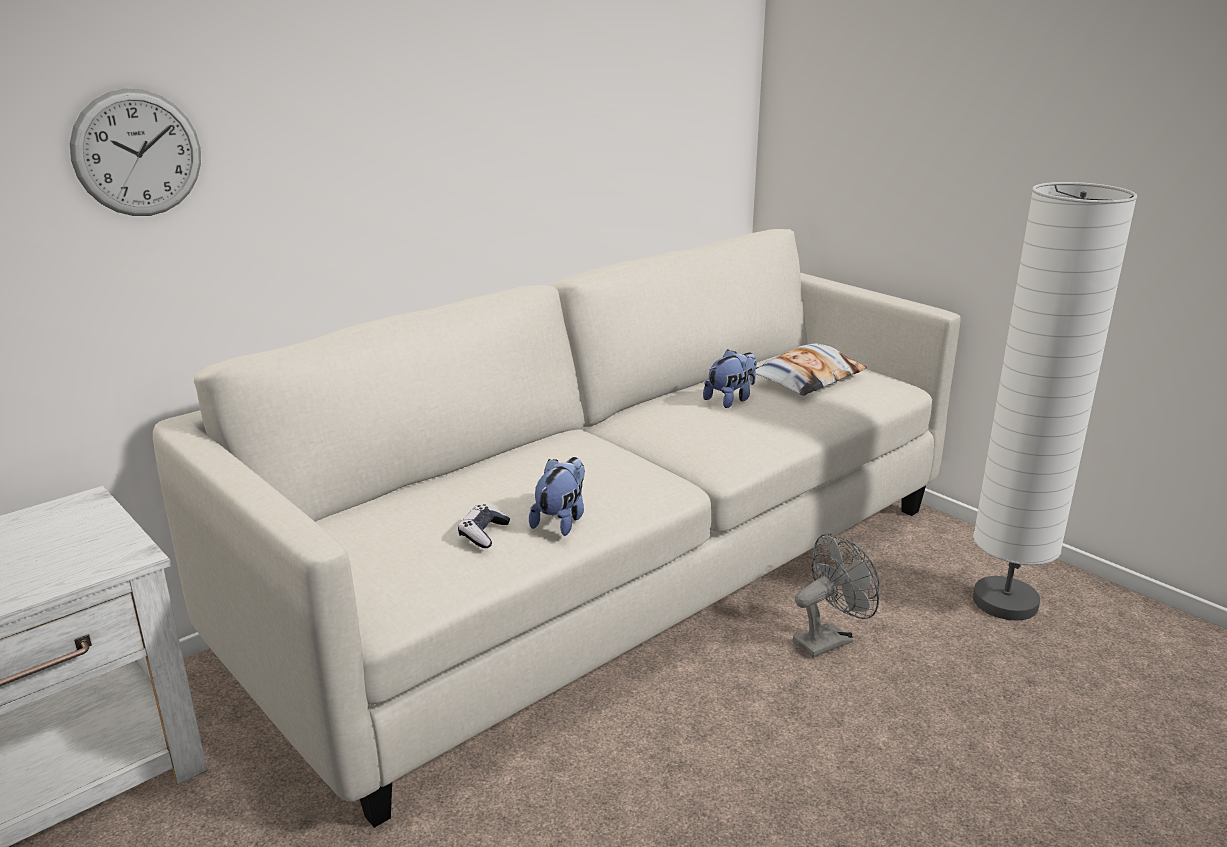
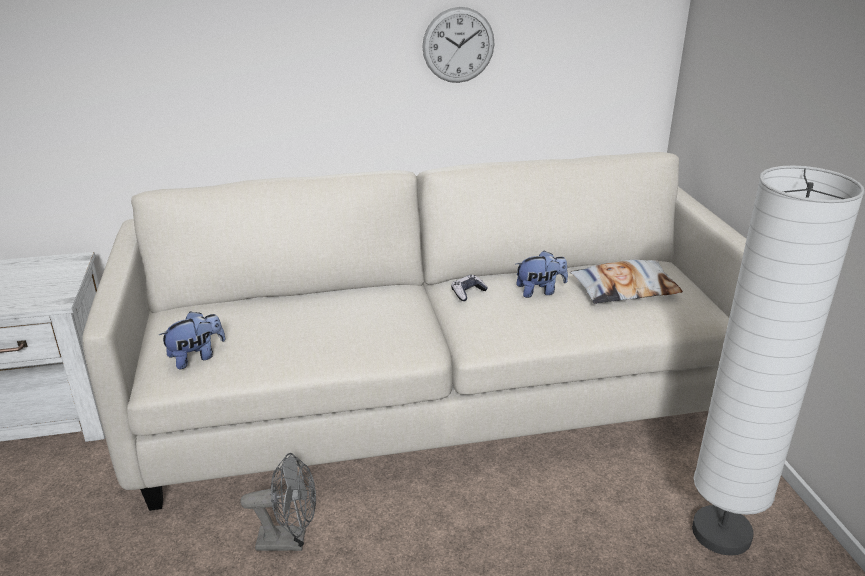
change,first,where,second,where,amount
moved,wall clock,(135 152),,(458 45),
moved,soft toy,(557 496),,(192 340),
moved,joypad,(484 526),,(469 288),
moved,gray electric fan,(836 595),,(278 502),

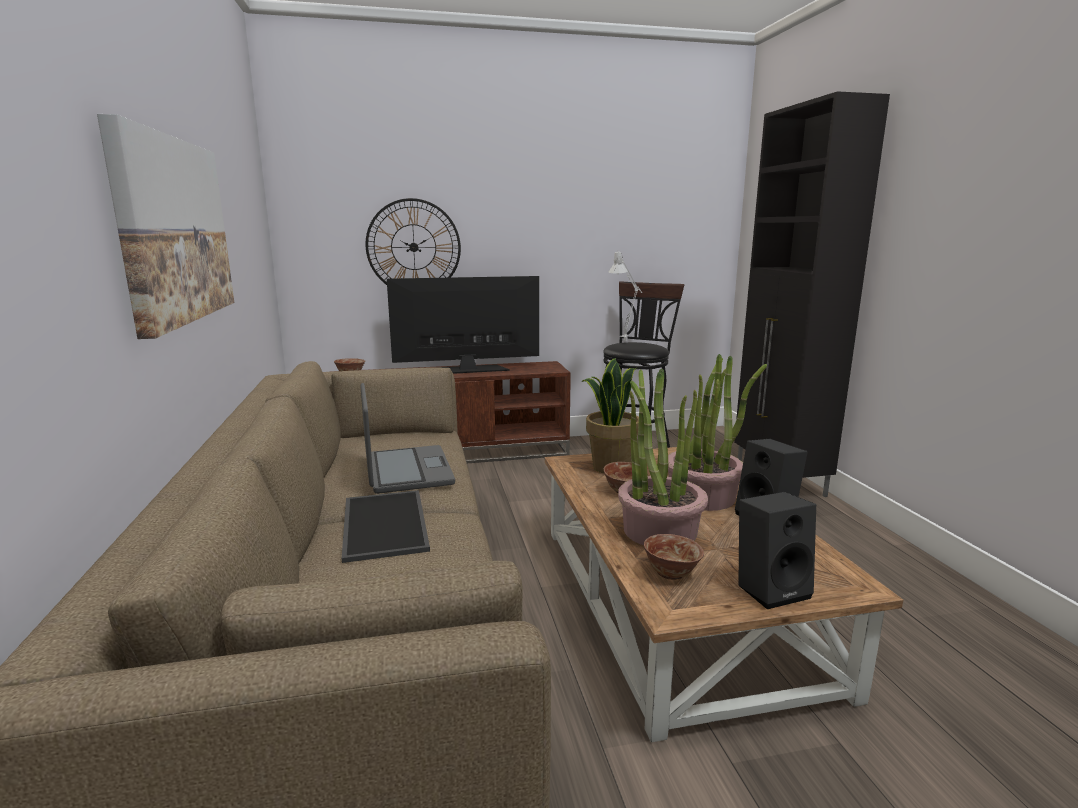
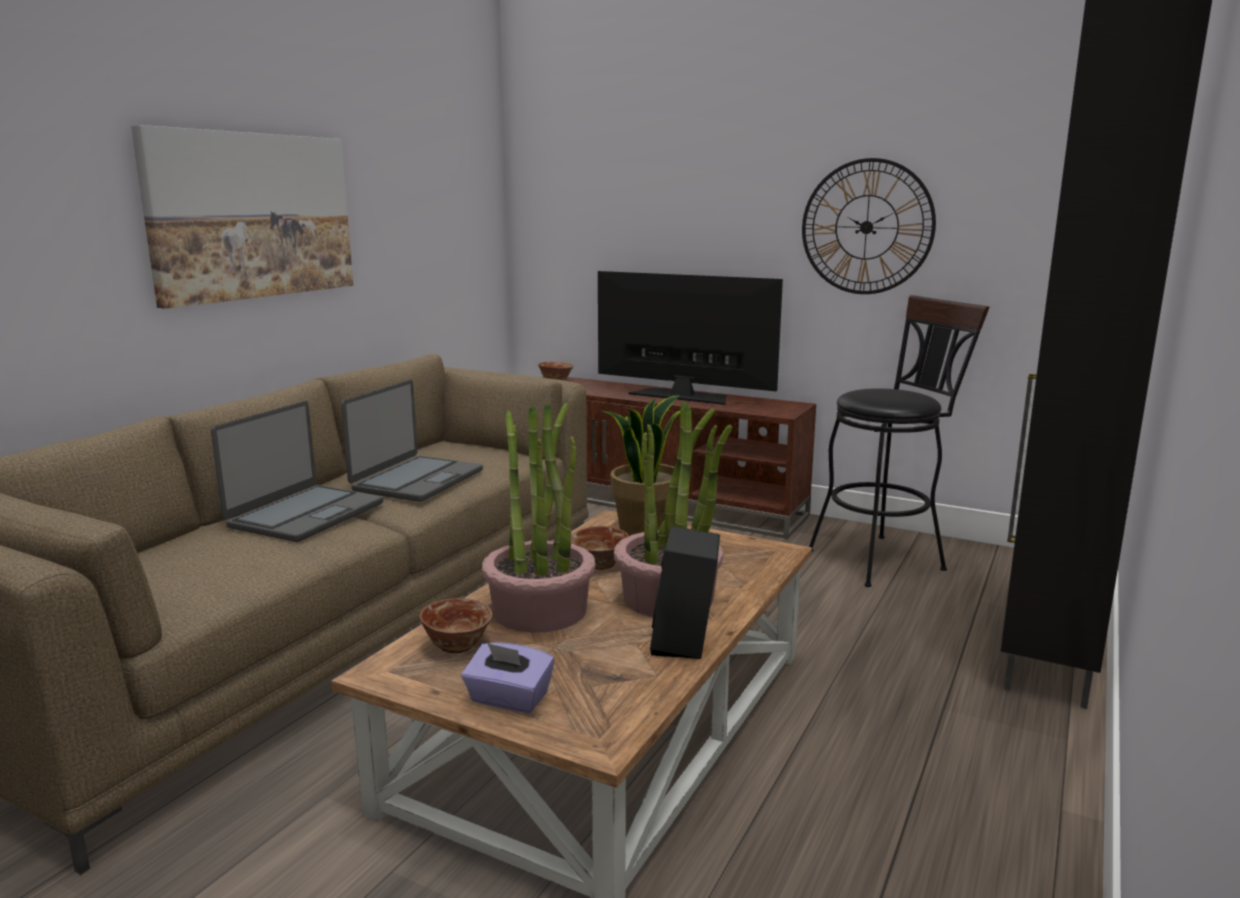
change,first,where,second,where,amount
moved,wall clock,(413 241),,(869 226),
removed,gray lamp for a table,(625 296),,,
replaced,tray,(386 526),laptop,(297 471),
replaced,blackish audio speaker,(777 550),purple box of tissues,(508 677),

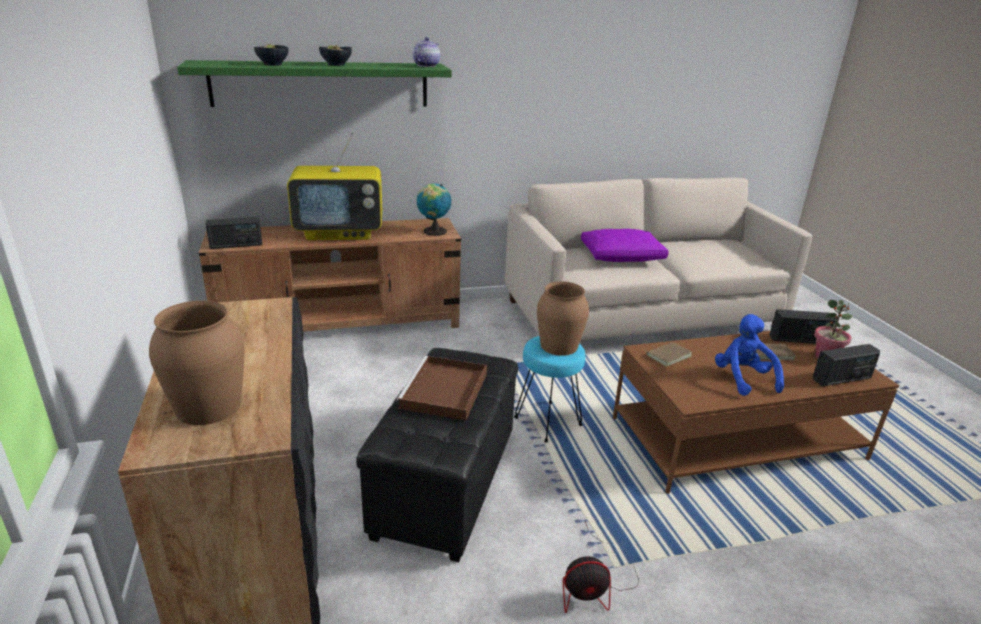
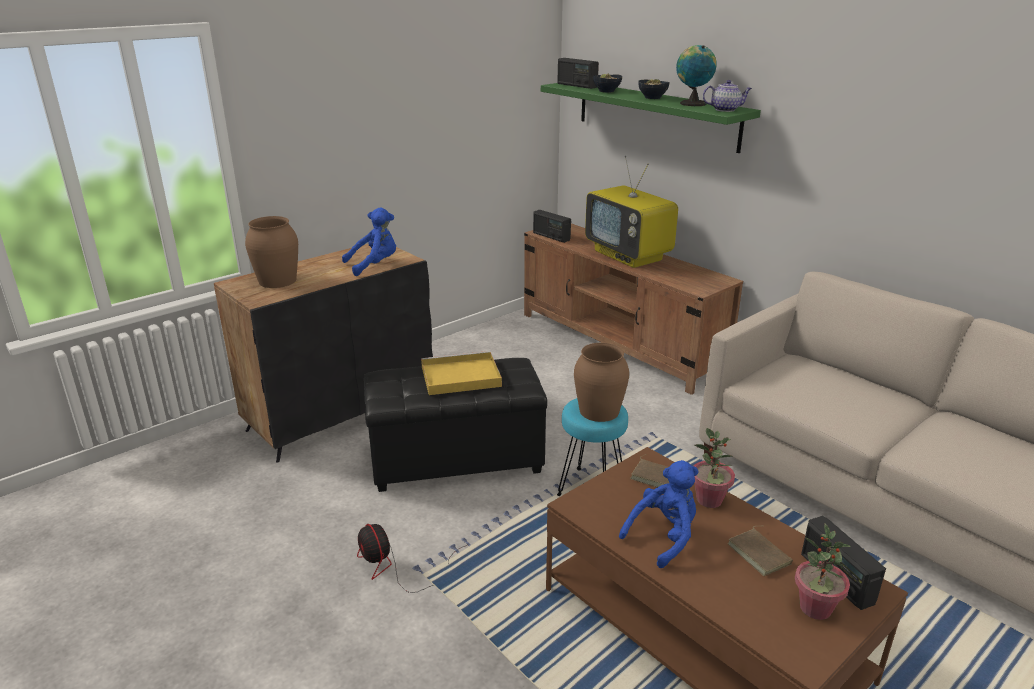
change,first,where,second,where,amount
moved,globe,(434 209),,(696 75),
removed,purple pillow,(625 245),,,
moved,radio receiver,(846 365),,(578 73),
recoloured,brown tray,(441 388),yellow-coloured tray,(461 373),
added,,,blue-coloured soft toy,(369 241),
added,,,potted plant,(714 468),

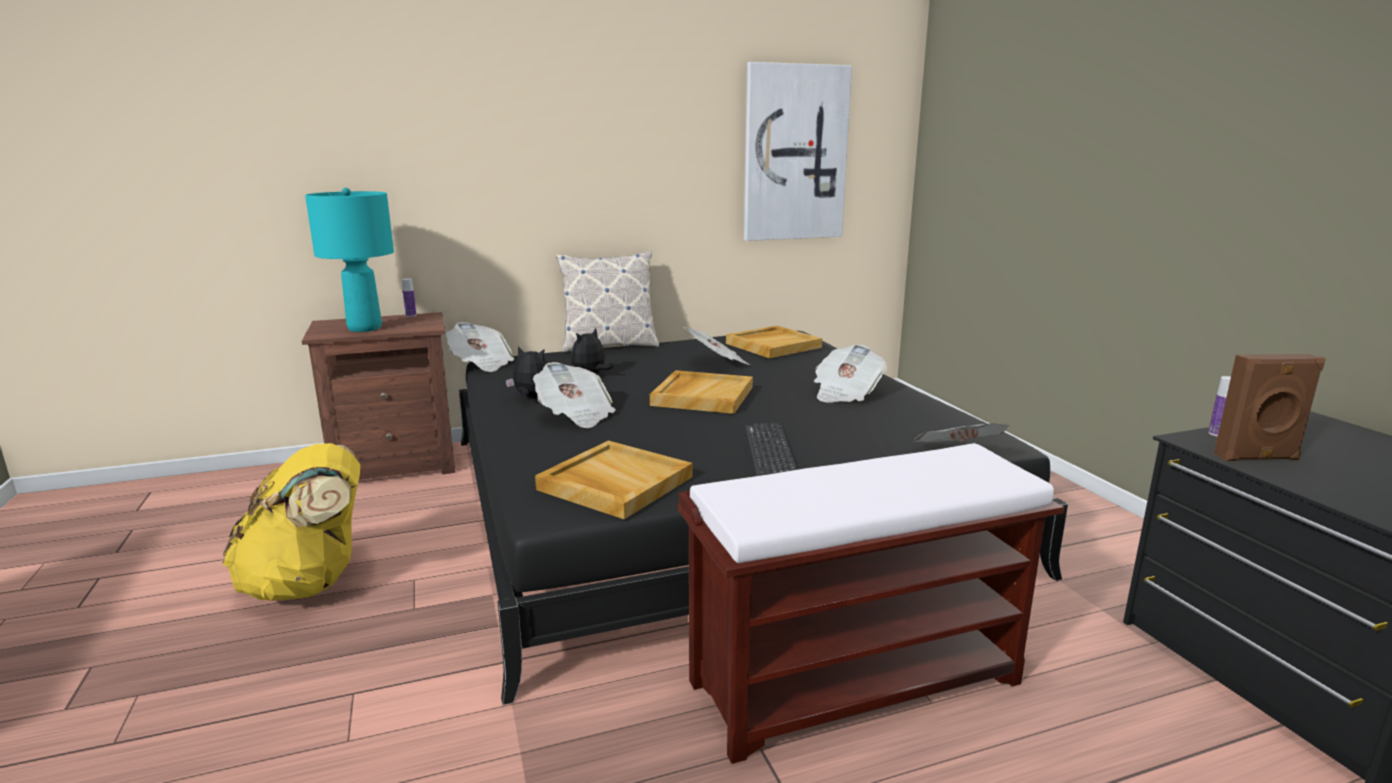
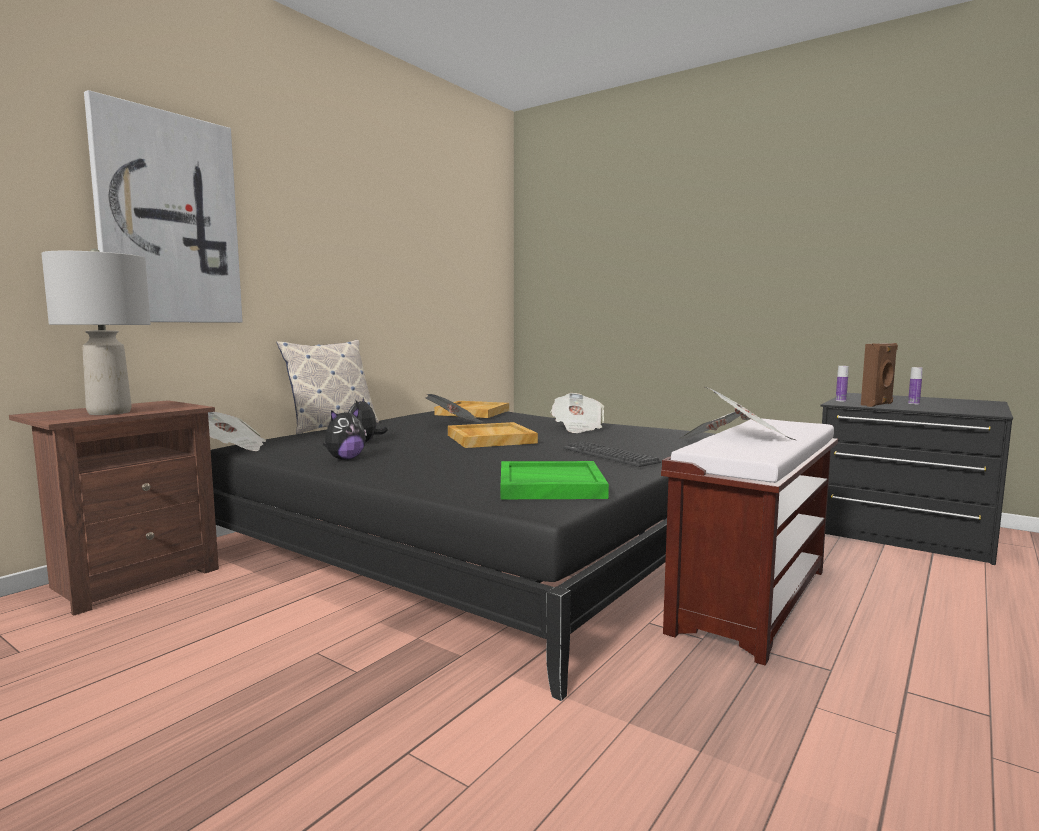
change,first,where,second,where,amount
moved,wall art,(798 151),,(163 206),
recoloured,blue-green lamp for a table,(349 260),gray lamp for a table,(96 332),
moved,bottle,(409 297),,(915 386),
turned,soft toy,(526 372),,(344 433),150 degrees clockwise
moved,newspaper,(574 395),,(750 413),
recoloured,sand-coloured tray,(614 480),green tray,(555 480),
removed,yellow-coloured knapsack,(291 522),,,

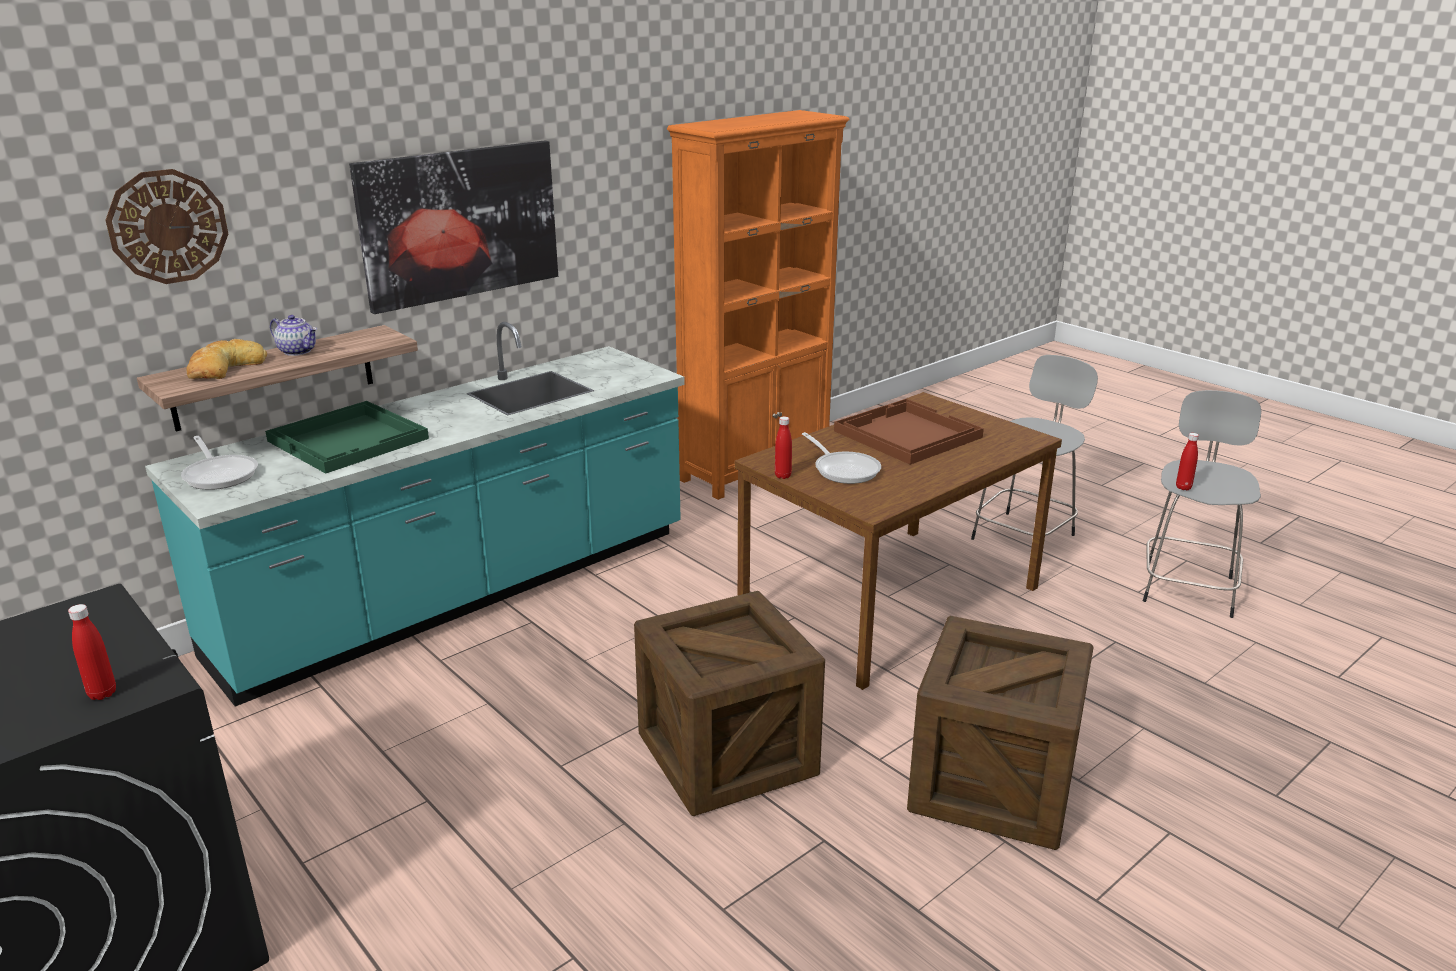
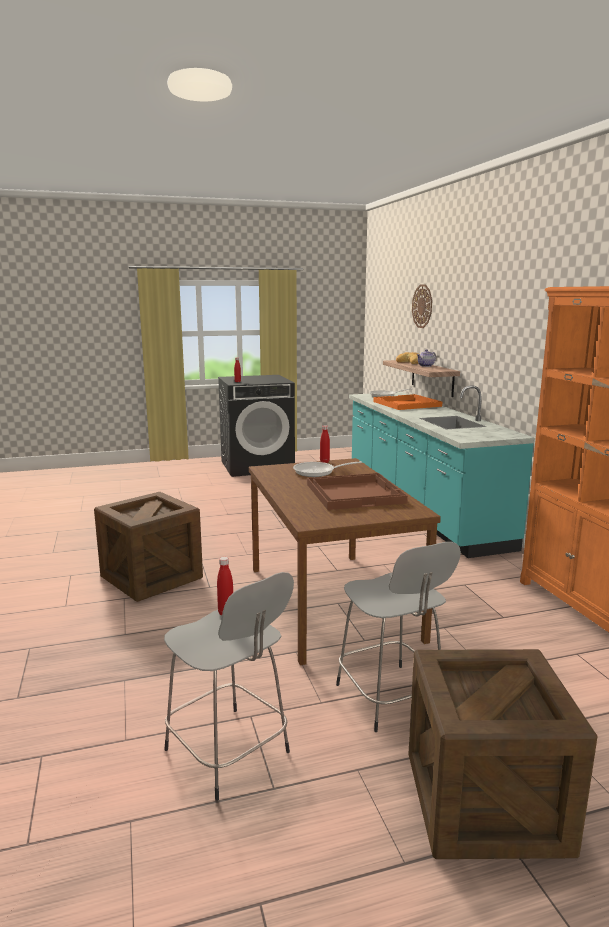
change,first,where,second,where,amount
removed,wall art,(453 227),,,
recoloured,green tray,(347 437),orange tray,(408 402),
moved,packing crate,(729 703),,(503 754),

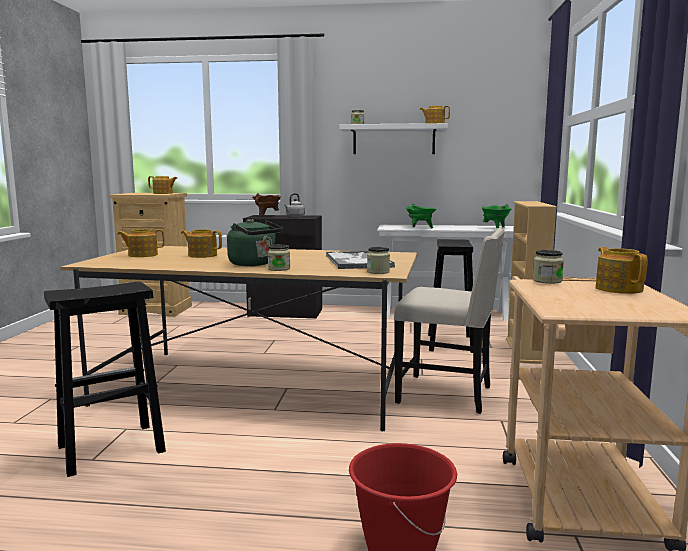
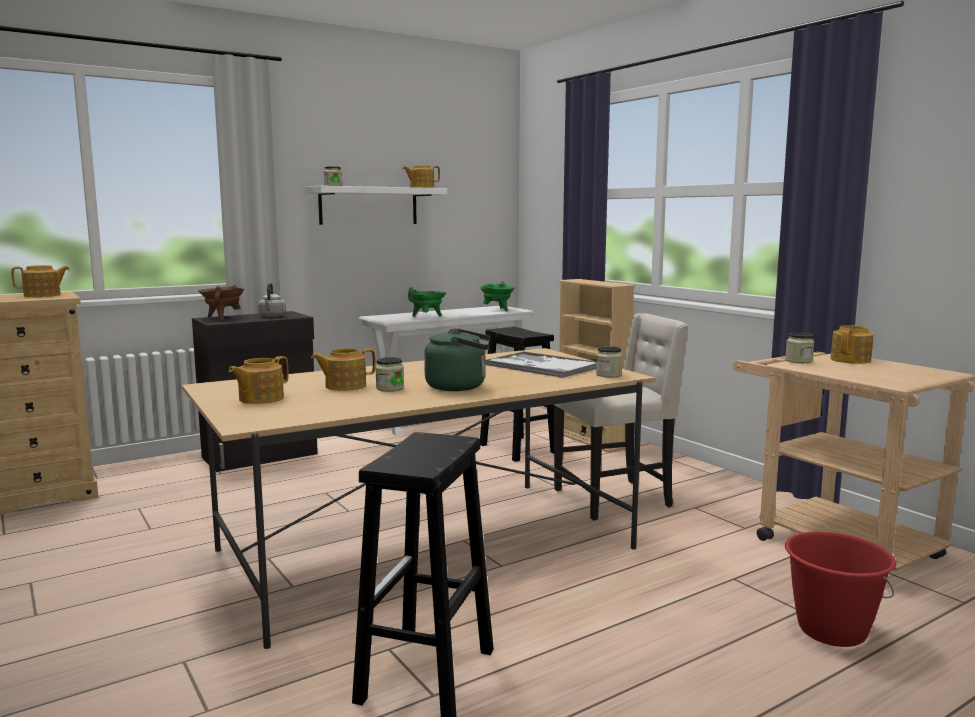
change,first,where,second,where,amount
moved,jar,(279 258),,(389 374),
turned,teapot,(622 270),,(851 344),90 degrees clockwise

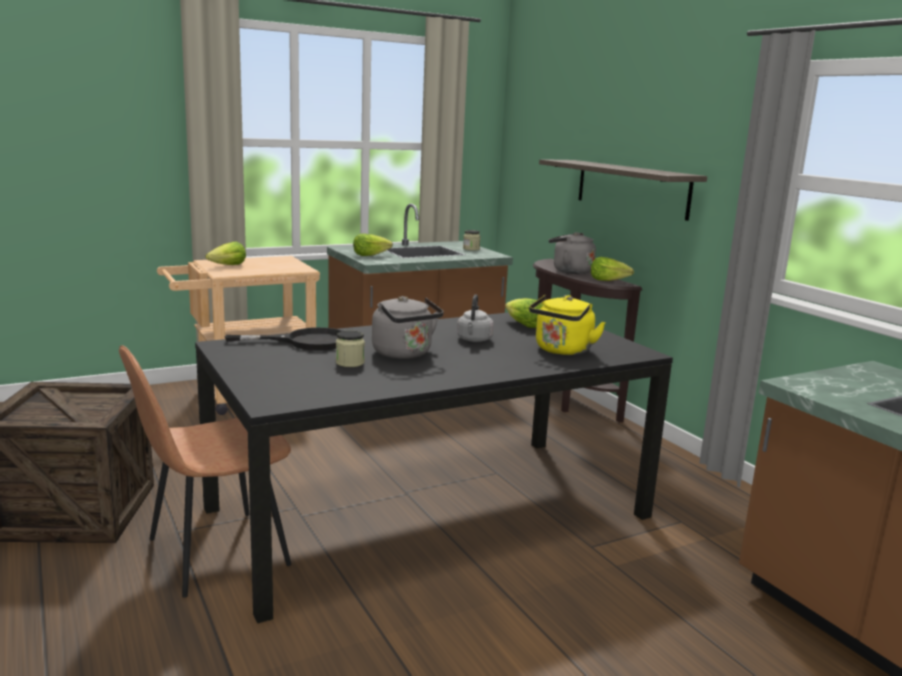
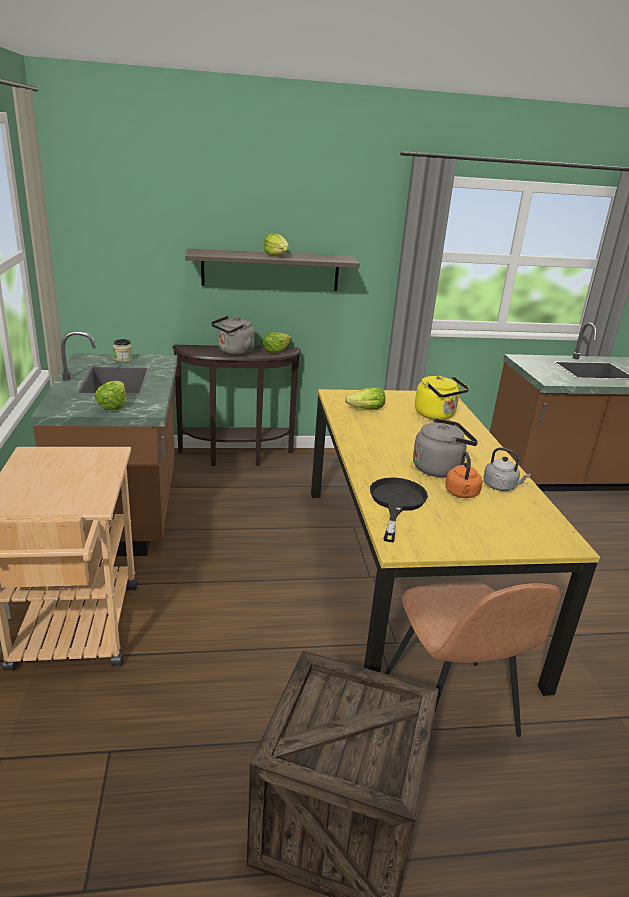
change,first,where,second,where,amount
moved,lettuce,(226 253),,(276 244),
moved,gray kettle,(475 318),,(507 469),
recoloured,blackish dinner table,(434 468),yellow-coloured dinner table,(455 542),
replaced,jar,(350 348),orange kettle,(463 474),

